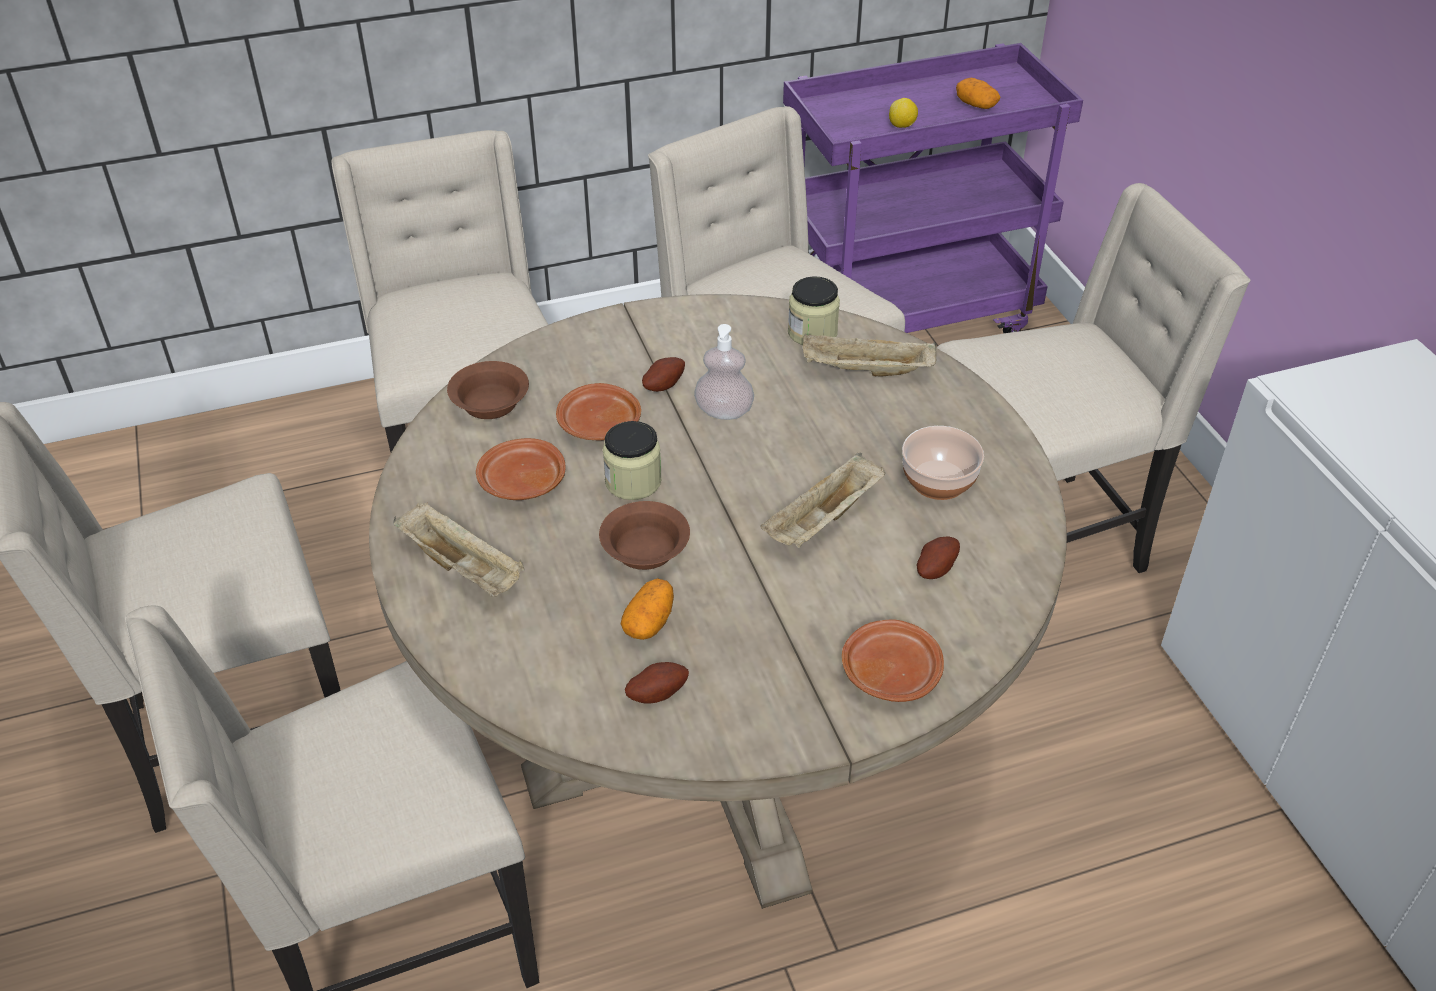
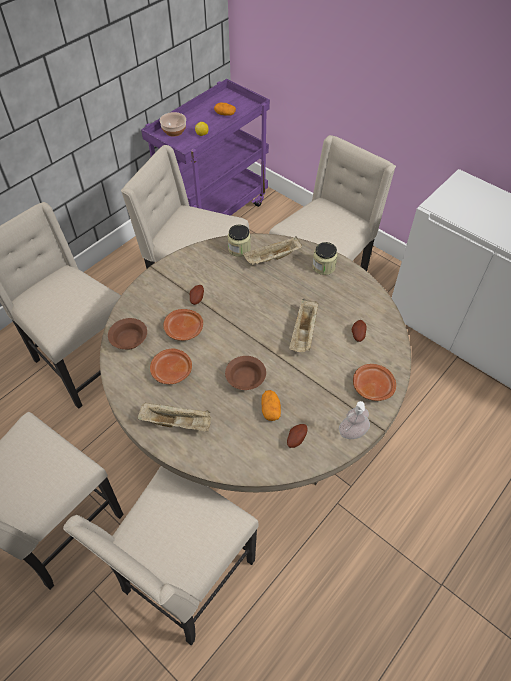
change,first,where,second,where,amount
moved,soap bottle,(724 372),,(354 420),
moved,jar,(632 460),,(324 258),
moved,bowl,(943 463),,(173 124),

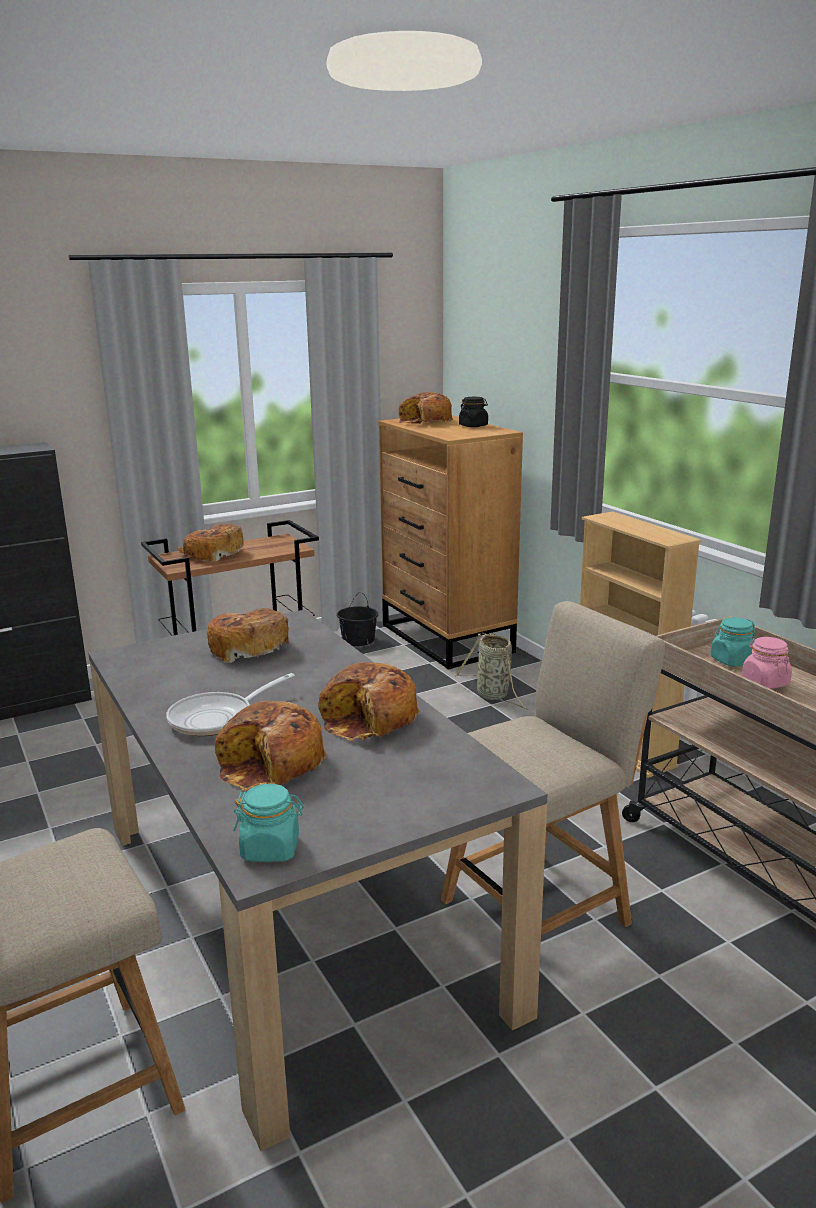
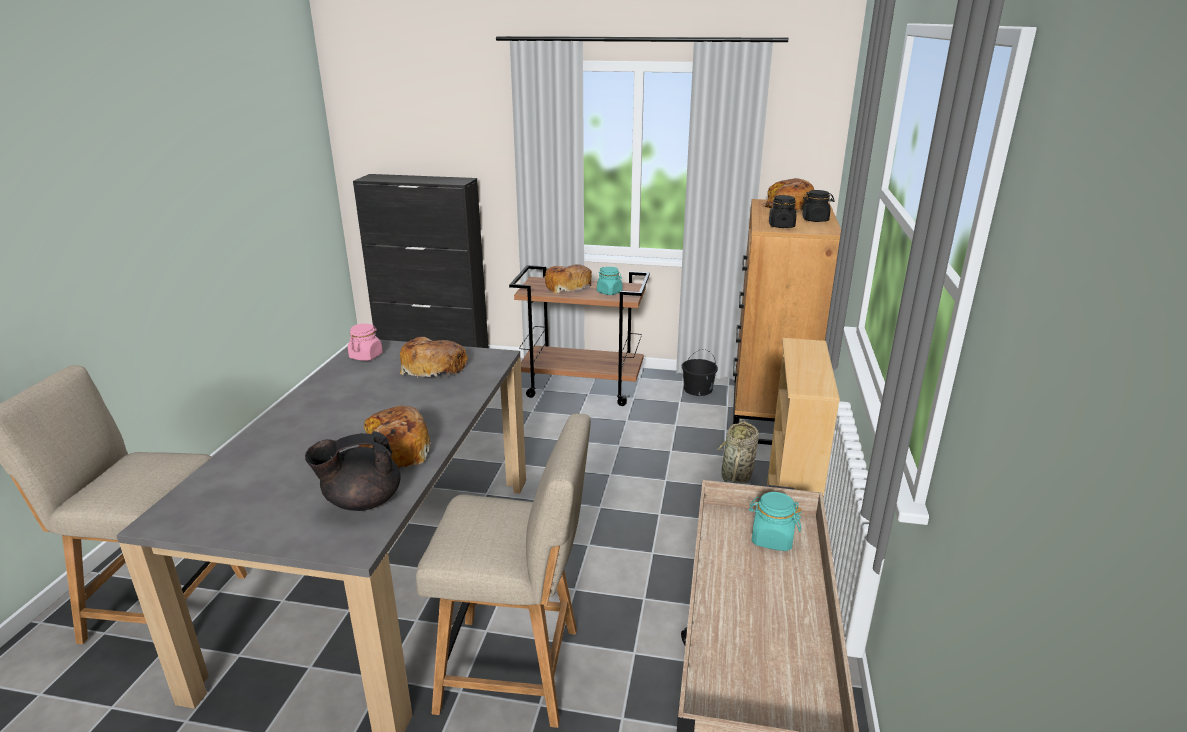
change,first,where,second,where,amount
moved,pink-coloured jar,(767 663),,(365 342),
removed,pan,(230 704),,,
removed,bakery bread,(271 746),,,
moved,blue-green jar,(268 823),,(609 281),
added,,,blackish jar,(782 211),
added,,,blackish teapot,(353 471),

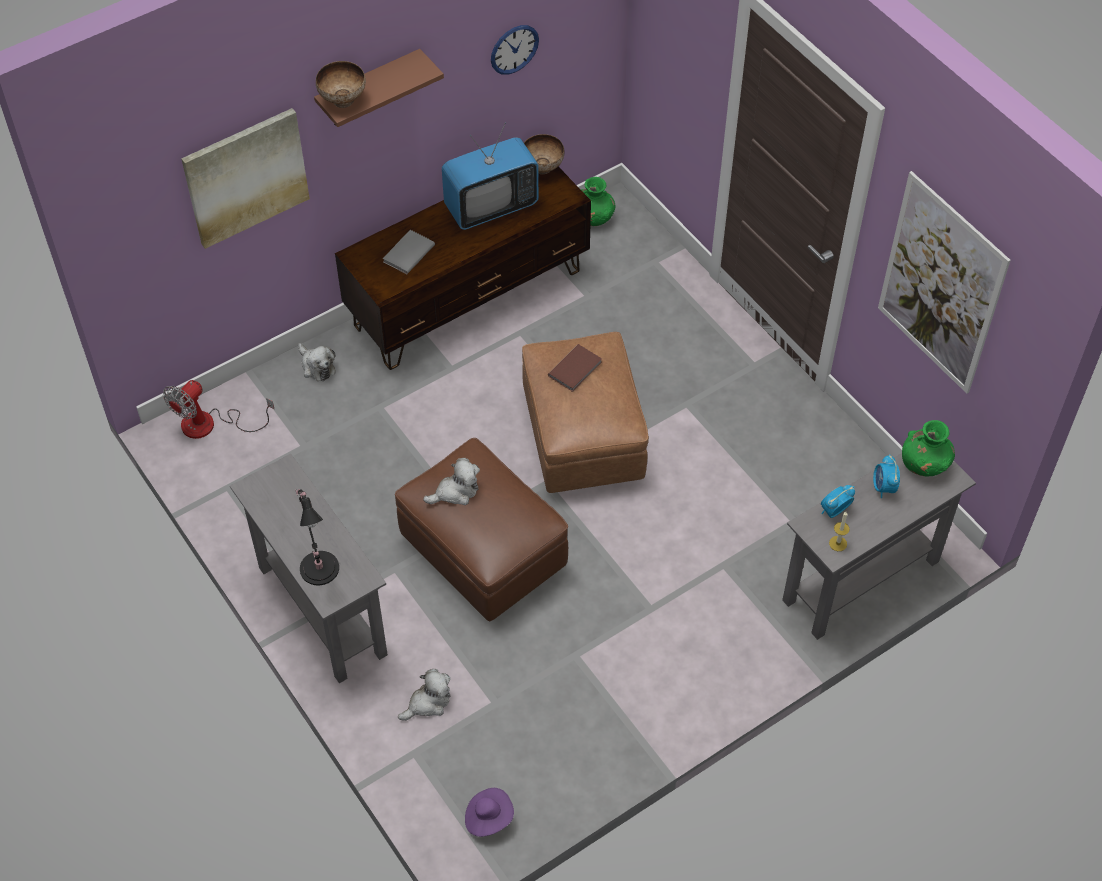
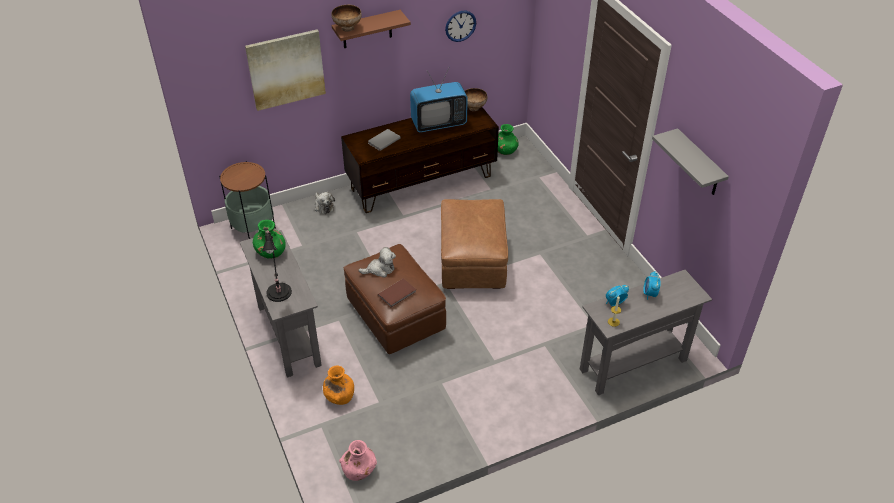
change,first,where,second,where,amount
replaced,wall art,(944 282),gray shelf,(690 161),
moved,brown volume,(575 368),,(397 293),
replaced,electric fan,(218 409),side table,(247 200),
moved,green flower vase,(928 448),,(269 239),
replaced,soft toy,(424 695),orange flower vase,(338 385),
replaced,purple hat,(489 812),pink-coloured flower vase,(358 460),

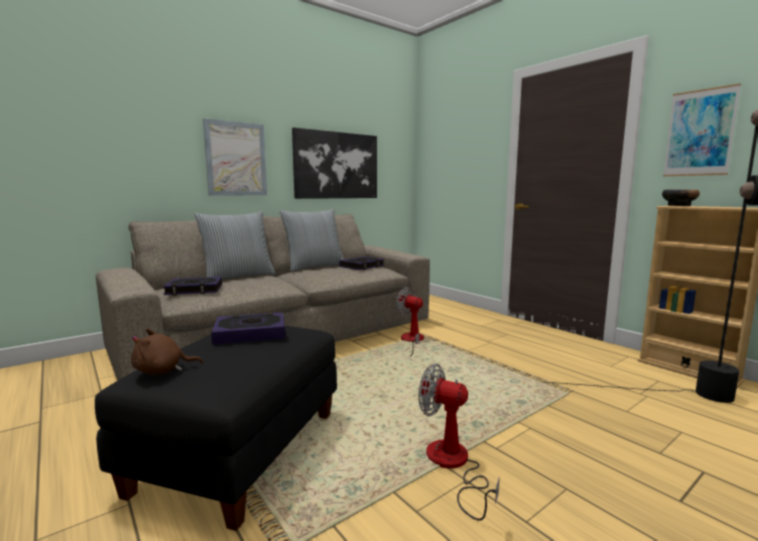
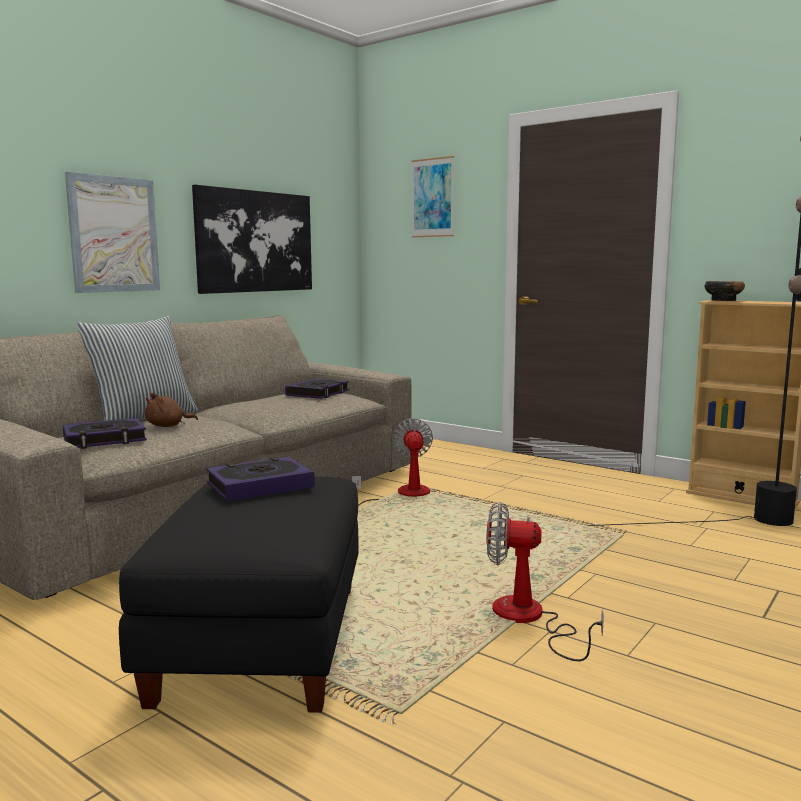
change,first,where,second,where,amount
moved,wall art,(702 129),,(433 197),
removed,pillow,(311 240),,,
turned,electric fan,(411 321),,(392 462),60 degrees clockwise
moved,brown soft toy,(167 351),,(171 410),

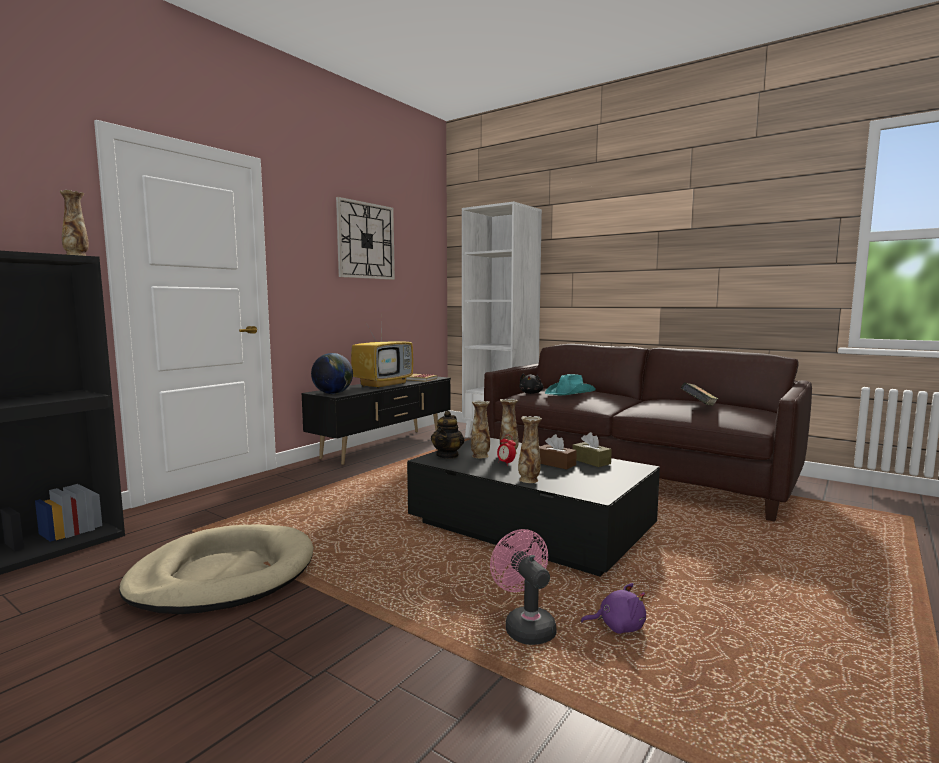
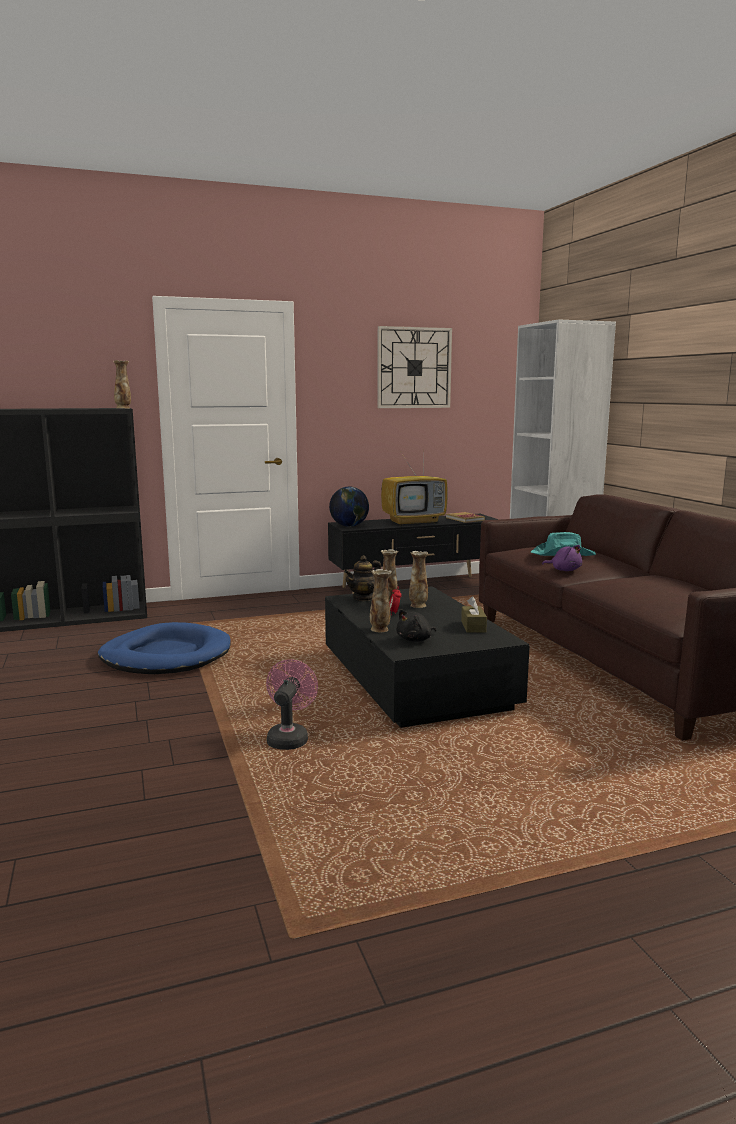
change,first,where,second,where,amount
moved,blackish soft toy,(531 383),,(416 625),
removed,volume,(699 394),,,
removed,brown box of tissues,(558 452),,,
recoloured,sand-coloured pet bed,(216 569),blue-coloured pet bed,(164 648),
moved,purple soft toy,(613 608),,(562 558),

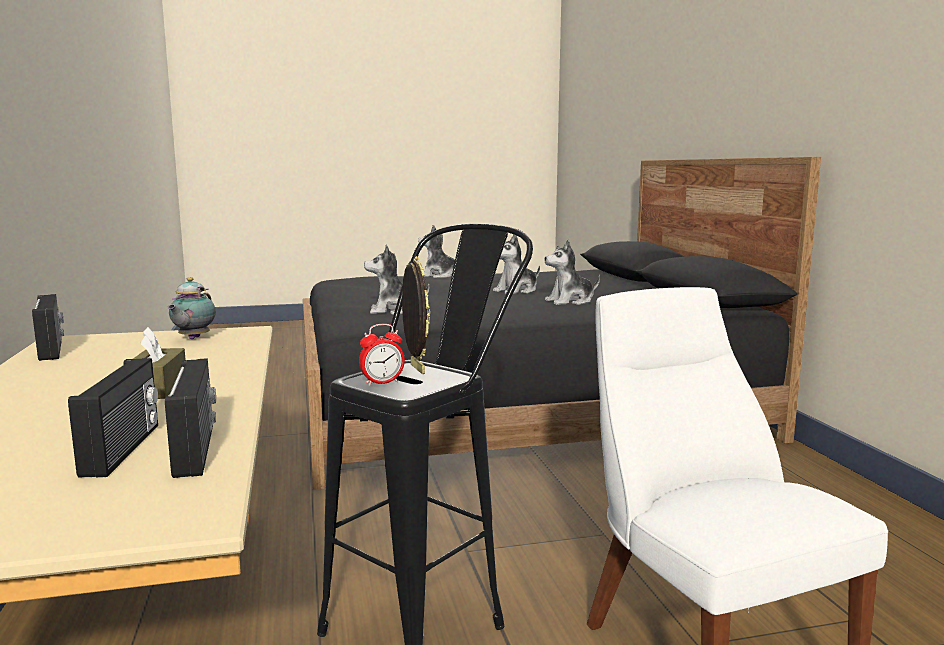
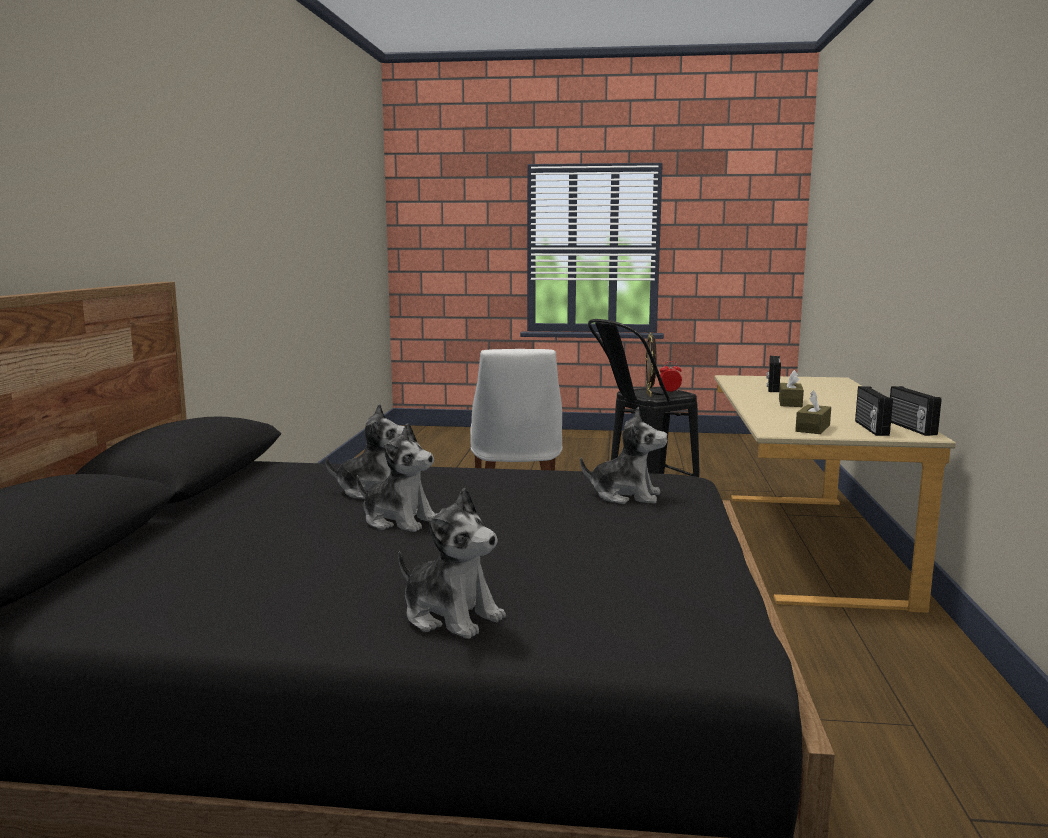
change,first,where,second,where,amount
turned,soft toy,(516 264),,(397 477),45 degrees clockwise
replaced,teapot,(191 308),brown box of tissues,(813 412),
moved,radio receiver,(190 418),,(874 411),

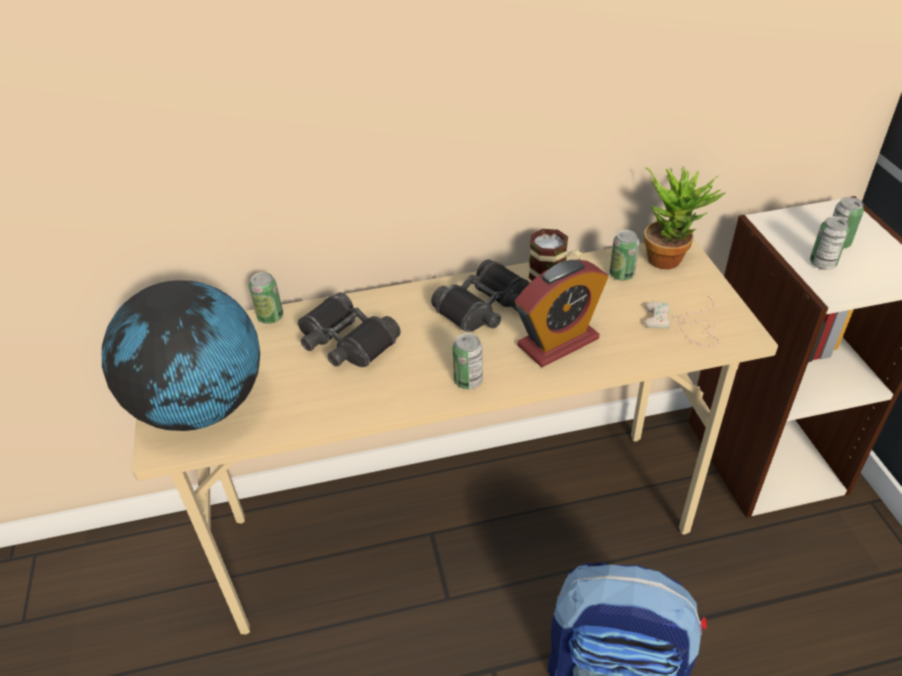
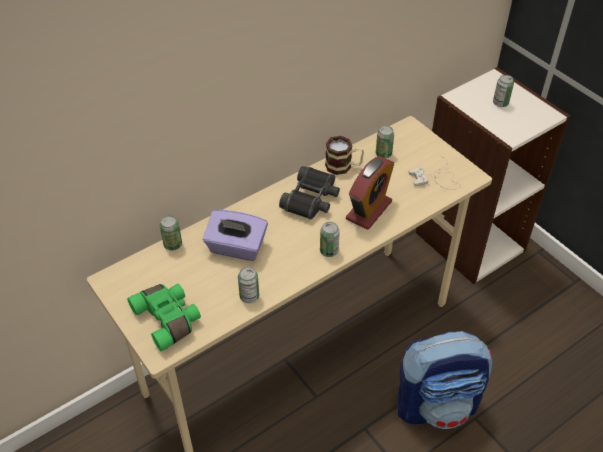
change,first,where,second,where,amount
removed,potted plant,(685 218),,,
moved,metal can,(829 242),,(248 285),
replaced,globe,(181 355),green field glasses,(164 317),
replaced,blackish field glasses,(349 329),purple box of tissues,(235 235),

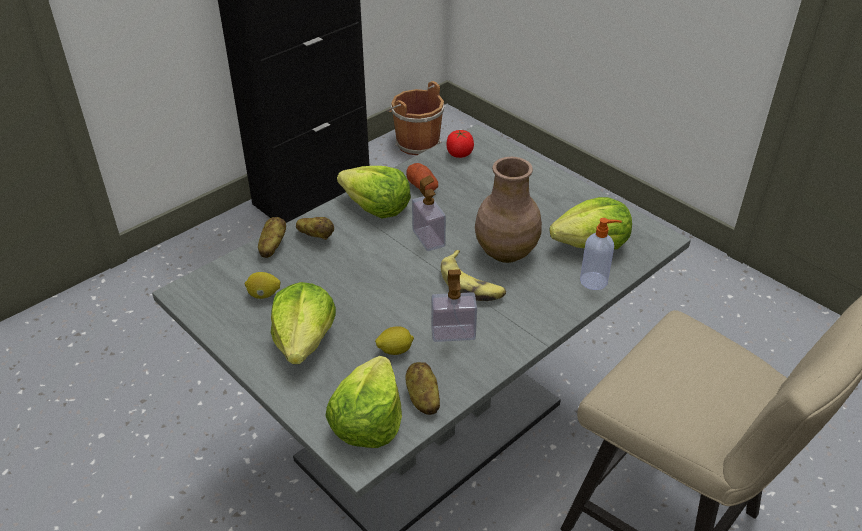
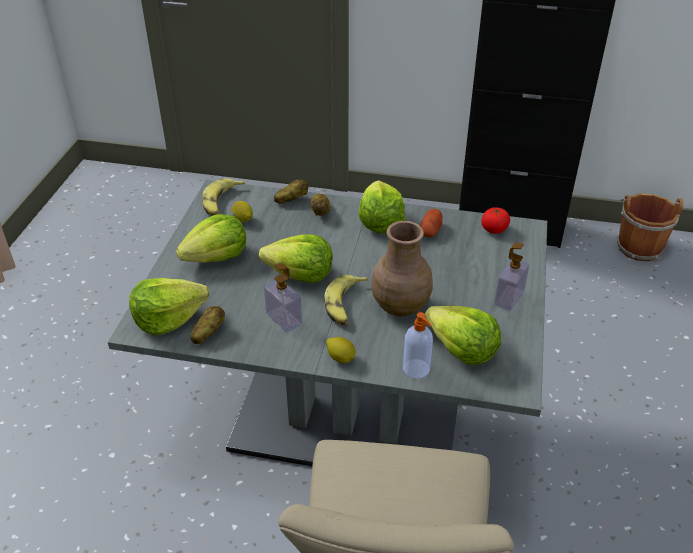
change,first,where,second,where,amount
moved,soap bottle,(429 213),,(511 277),
moved,lemon,(394 340),,(341 350),
added,,,banana,(224 197),
added,,,lettuce,(296 259),

